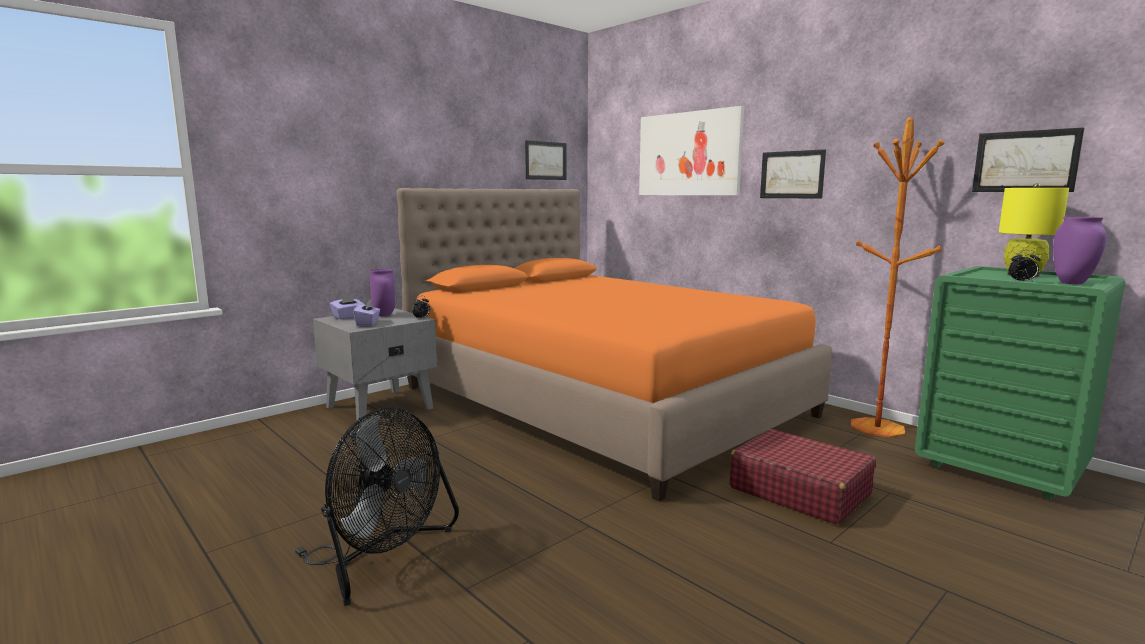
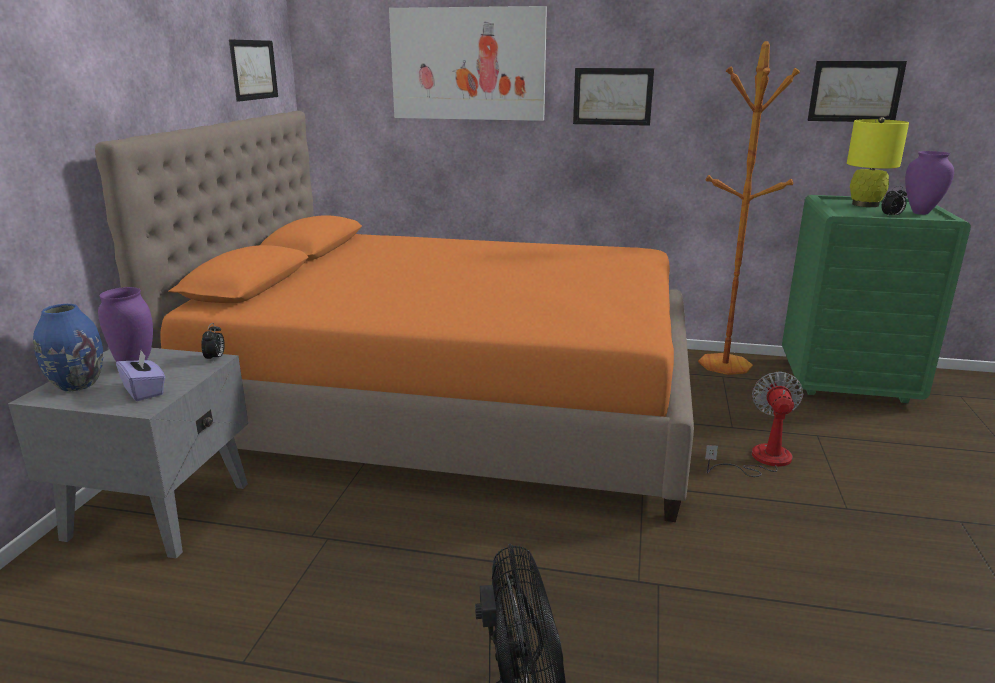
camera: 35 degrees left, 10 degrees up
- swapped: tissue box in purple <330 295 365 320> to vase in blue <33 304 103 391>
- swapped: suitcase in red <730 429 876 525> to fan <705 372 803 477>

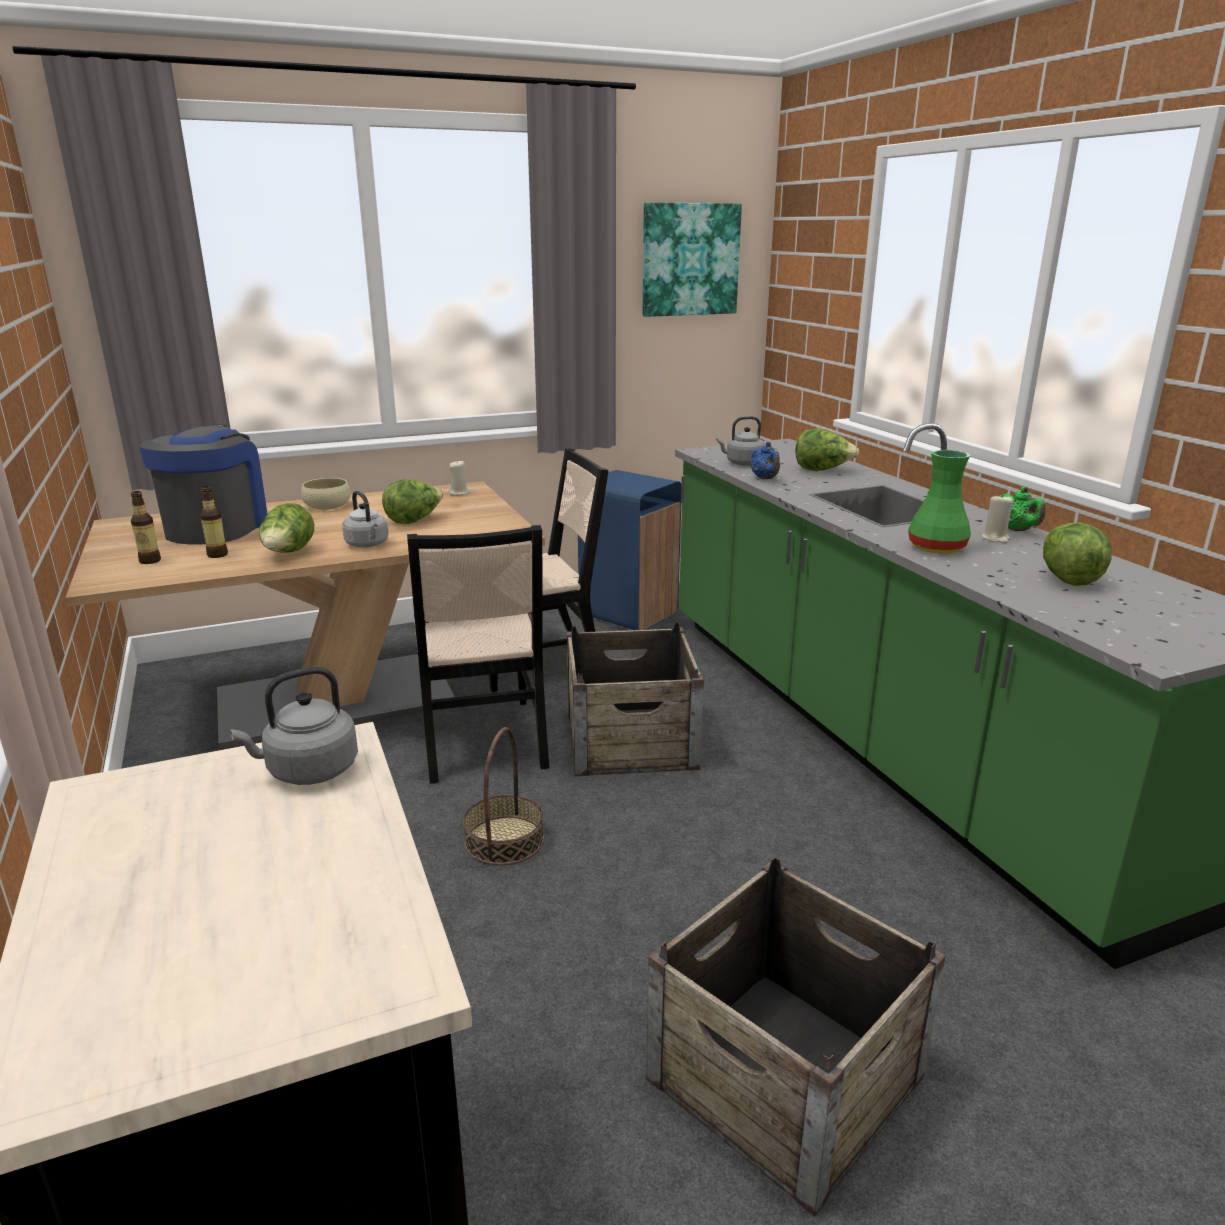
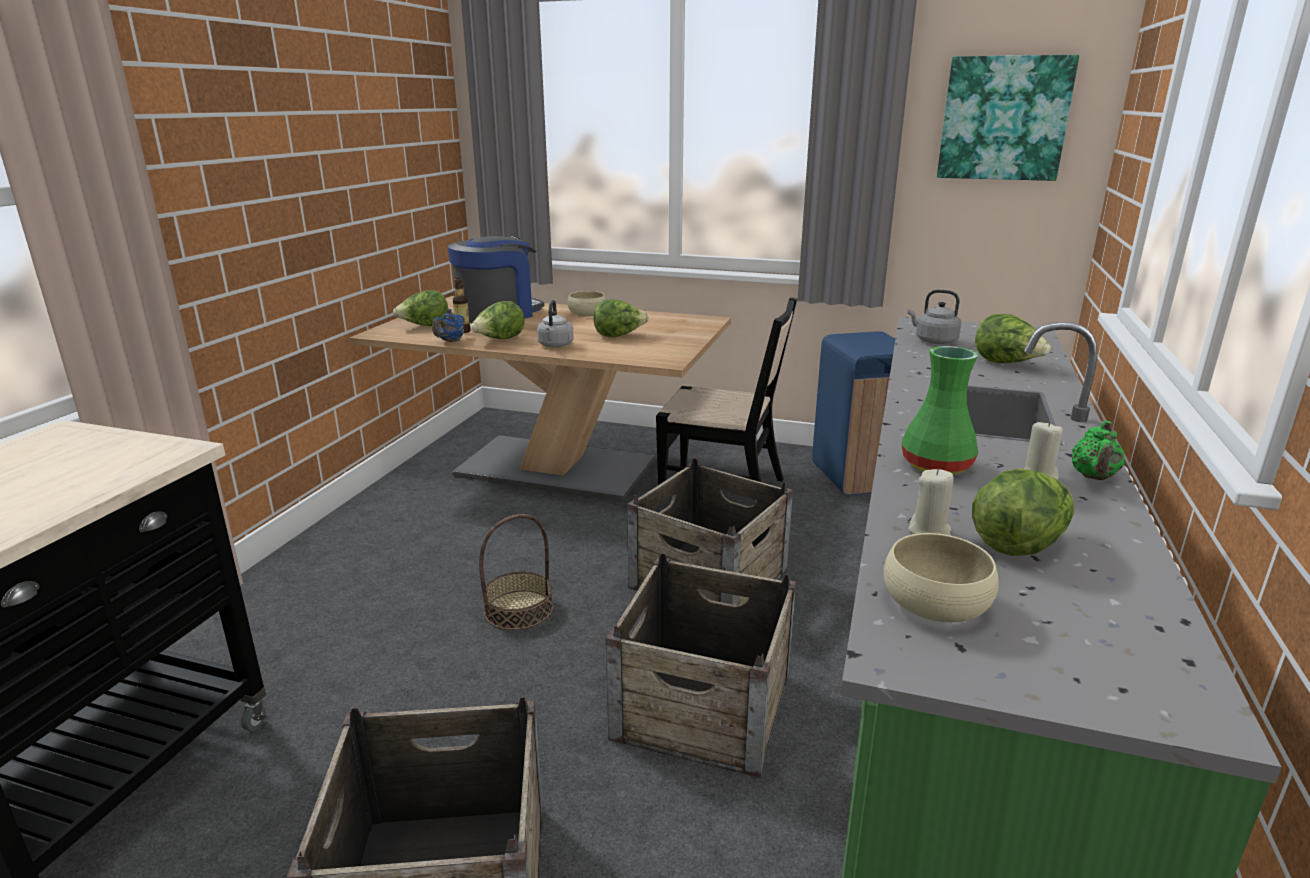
camera: 40 degrees right, 0 degrees up
- gone: kettle in grey <230 667 358 785>
- gone: chair <407 525 549 784>
- new: crate <606 553 796 778>
- new: bowl in beige <883 533 999 622>
- shifted: candle in beige <449 461 470 495> to <908 469 954 536>
- shifted: teapot in blue <751 442 780 479> to <432 309 465 342>
- swapped: bottle <131 491 161 564> to lettuce <393 290 448 326>

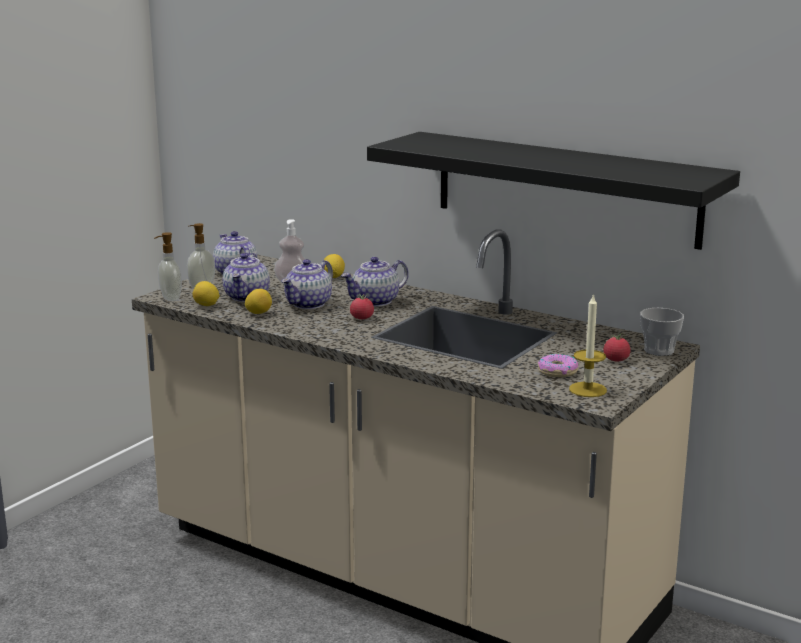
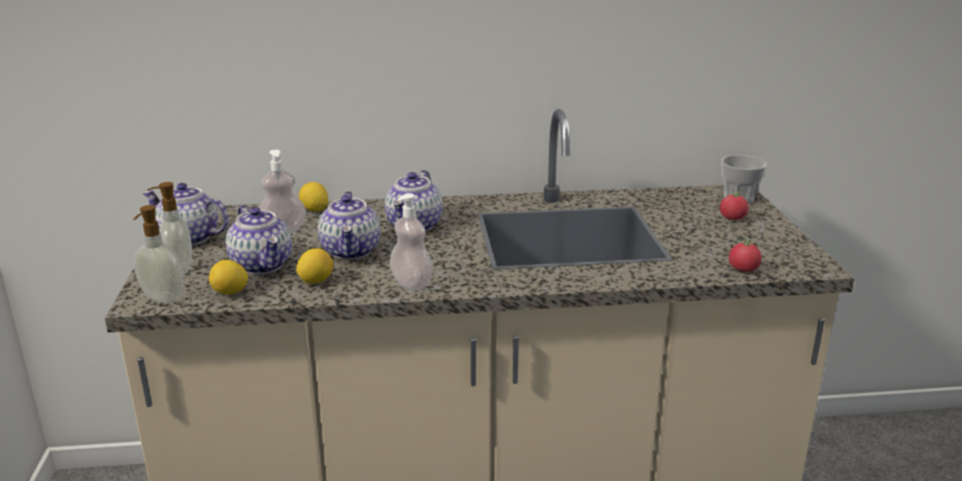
camera: 40 degrees left, 5 degrees up
- gone: shelf in black <367 132 740 250>
- gone: donut <538 354 579 377>
- gone: candle <569 293 607 397>
- new: soap dispenser <390 193 433 290>
- shifted: tomato <350 294 374 319> to <729 236 762 272>

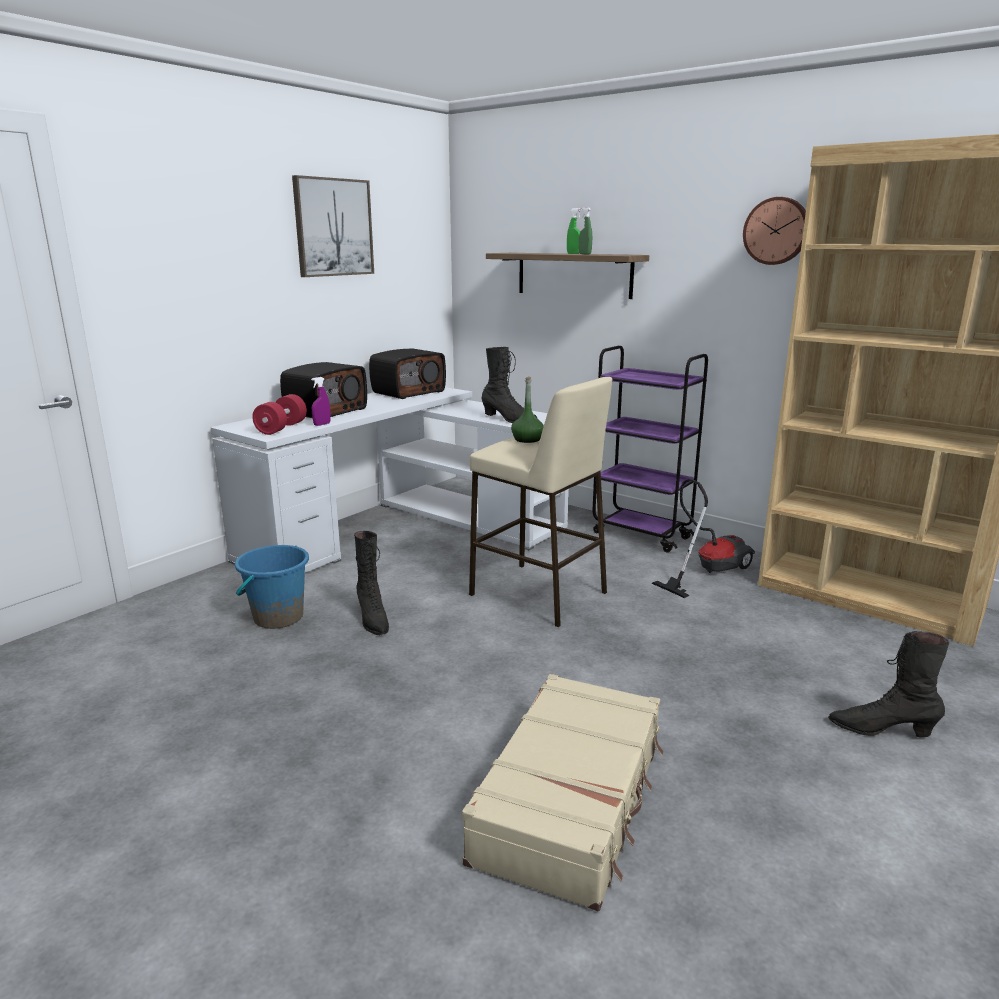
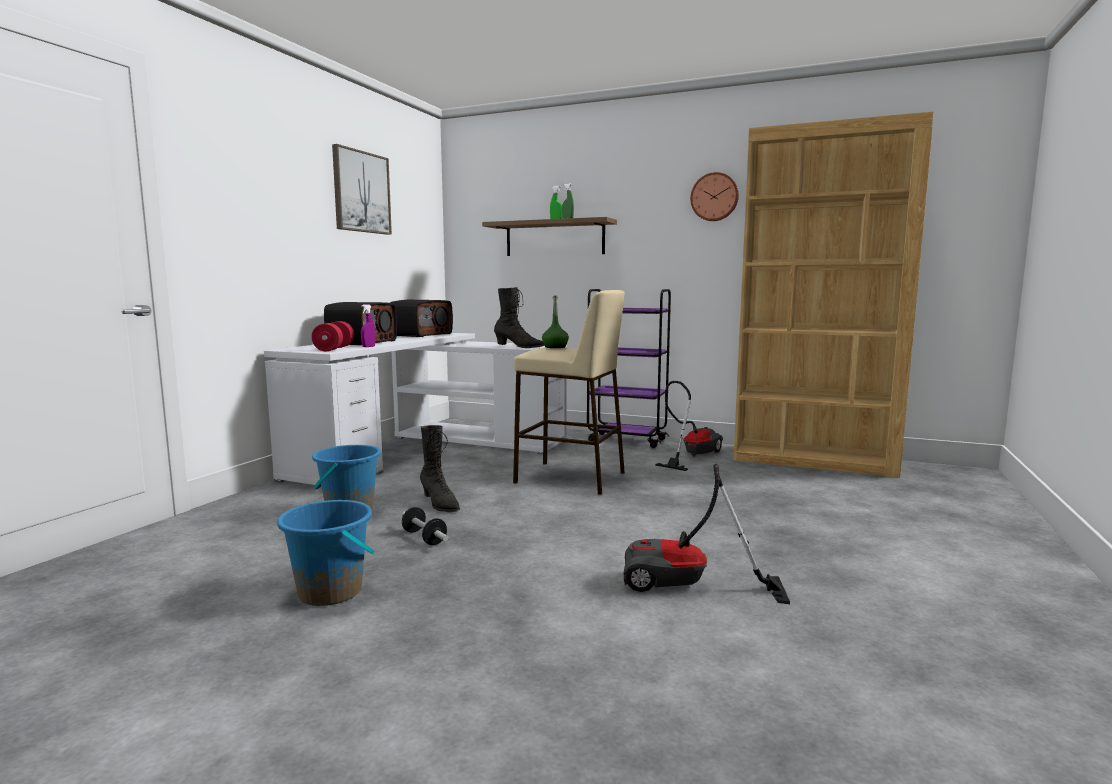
camera: 15 degrees left, 10 degrees down
- gone: boot in black <828 631 949 737>
- new: bucket in blue <277 500 375 606>
- new: dumbbell <402 507 449 545>
- swapped: suitcase in beige <462 674 664 911> to vacuum cleaner <624 464 790 604>

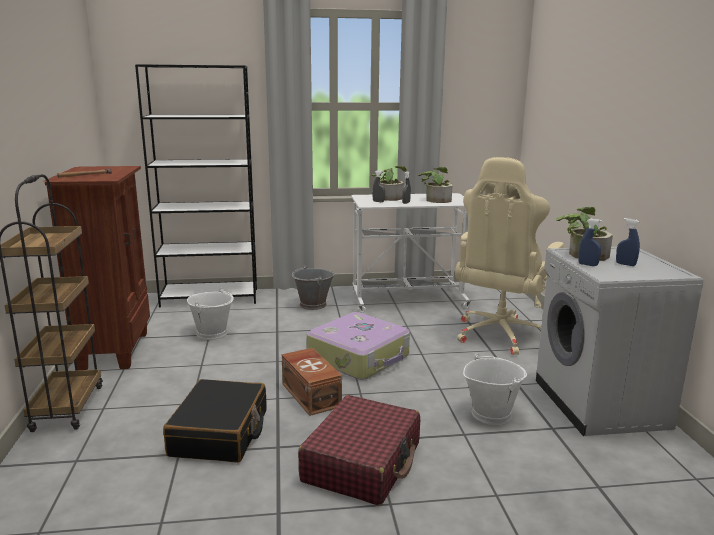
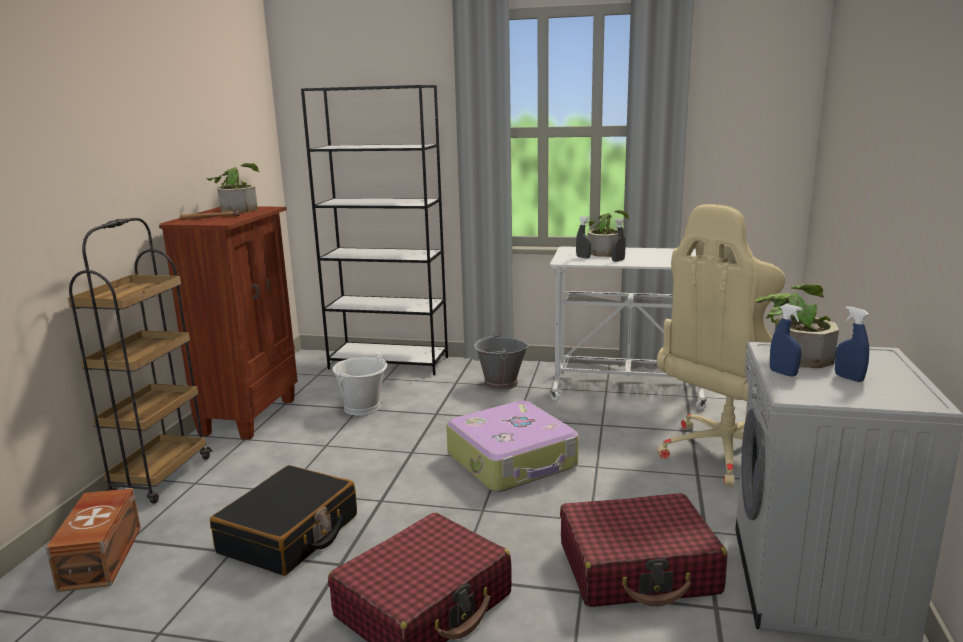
camera: 20 degrees right, 0 degrees up
- shifted: storage box in brown <282 348 342 416> to <46 488 141 592>
- shifted: potted plant <418 167 452 203> to <206 163 259 213>
- swapped: bucket in white <463 353 527 425> to suitcase in red <560 493 727 607>

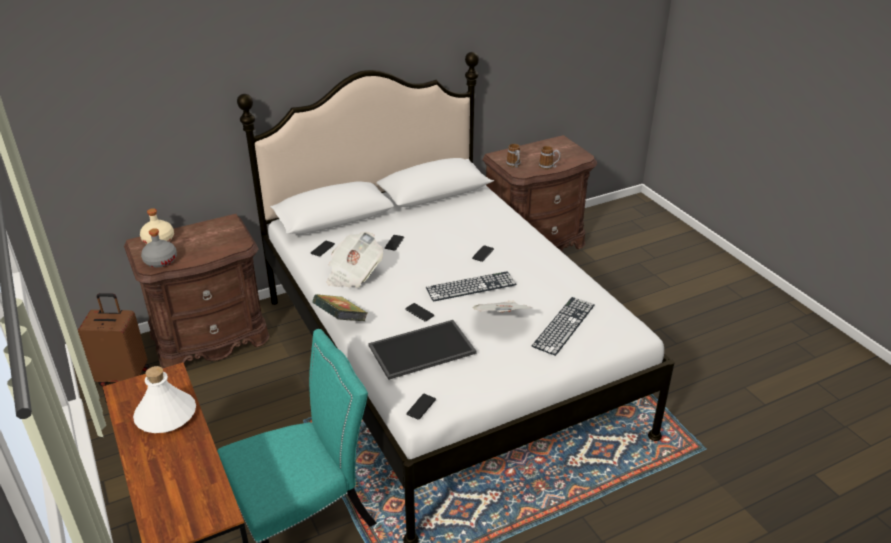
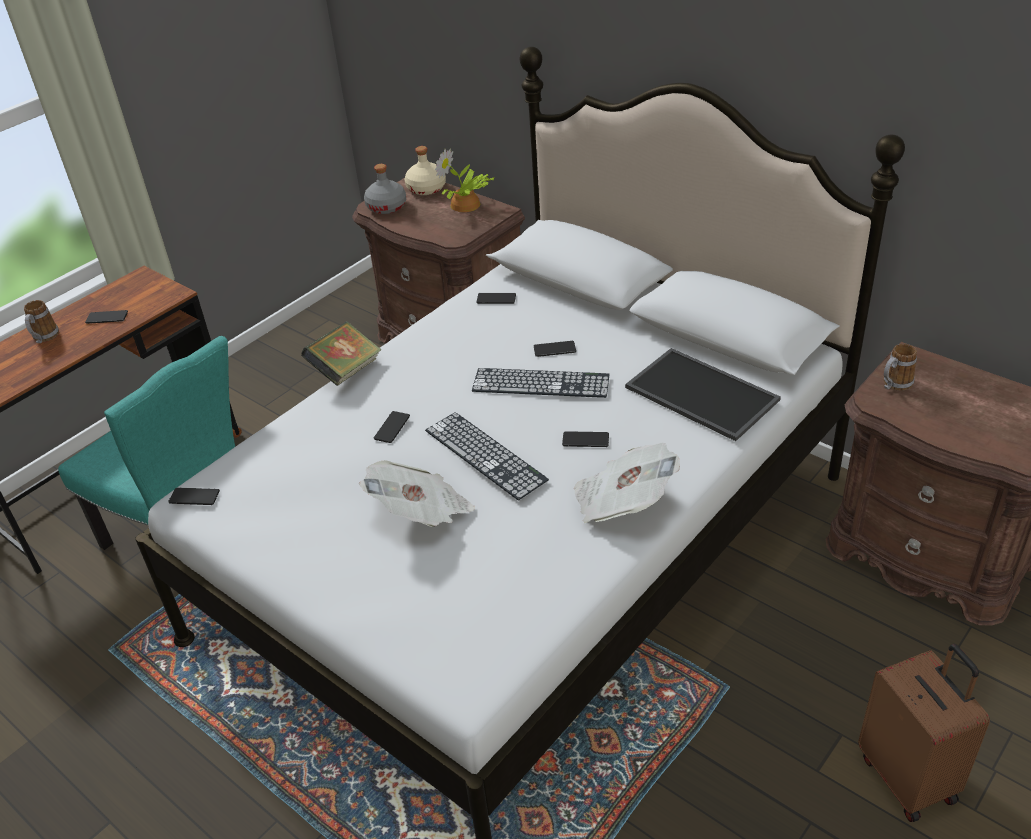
camera: 70 degrees right, 5 degrees up
- new: potted plant <435 148 494 212>
- shifted: suitcase in brown <78 293 149 386> to <858 644 990 822>
- shifted: newspaper <327 232 383 288> to <574 443 680 523>
- shifted: tray <368 320 476 380> to <625 348 781 441>
- shifted: keyboard <531 297 595 356> to <472 368 609 398>
- shifted: mug <539 146 561 170> to <24 300 59 343>
- swapped: bottle in white <133 366 196 433> to phone <85 310 128 324>

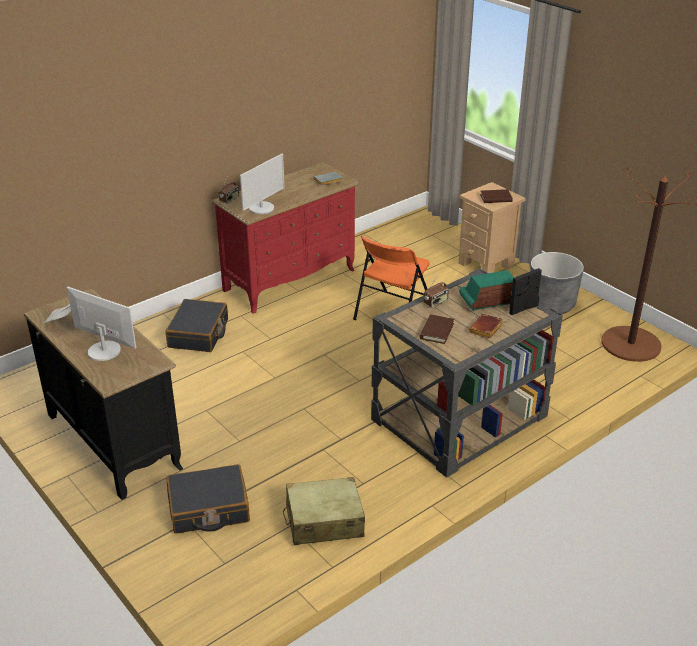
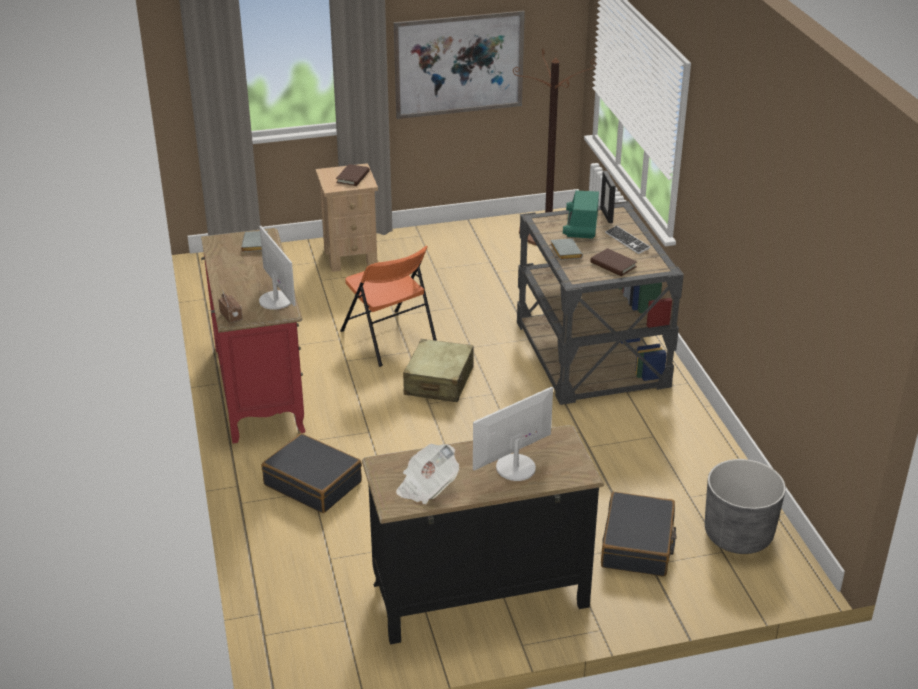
camera: 65 degrees left, 0 degrees up
- new: picture <394 11 525 119>
- shifted: suitcase in beige <283 477 365 545> to <403 339 474 402>
- shifted: planter in grey <530 252 584 314> to <705 459 786 554>
- swapped: radio <423 275 449 308> to book in grey <550 238 583 260>
- swapped: book in brown <469 314 503 338> to keyboard <605 225 650 254>

